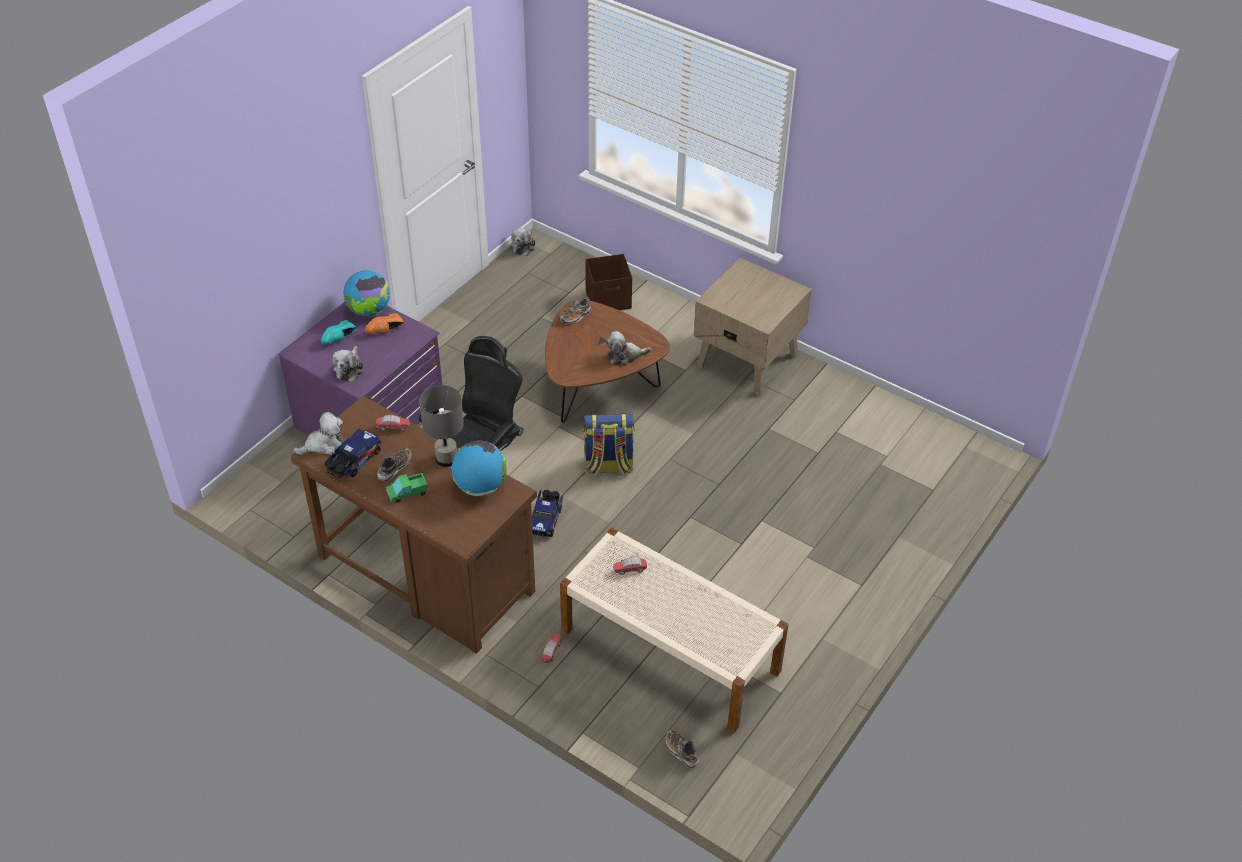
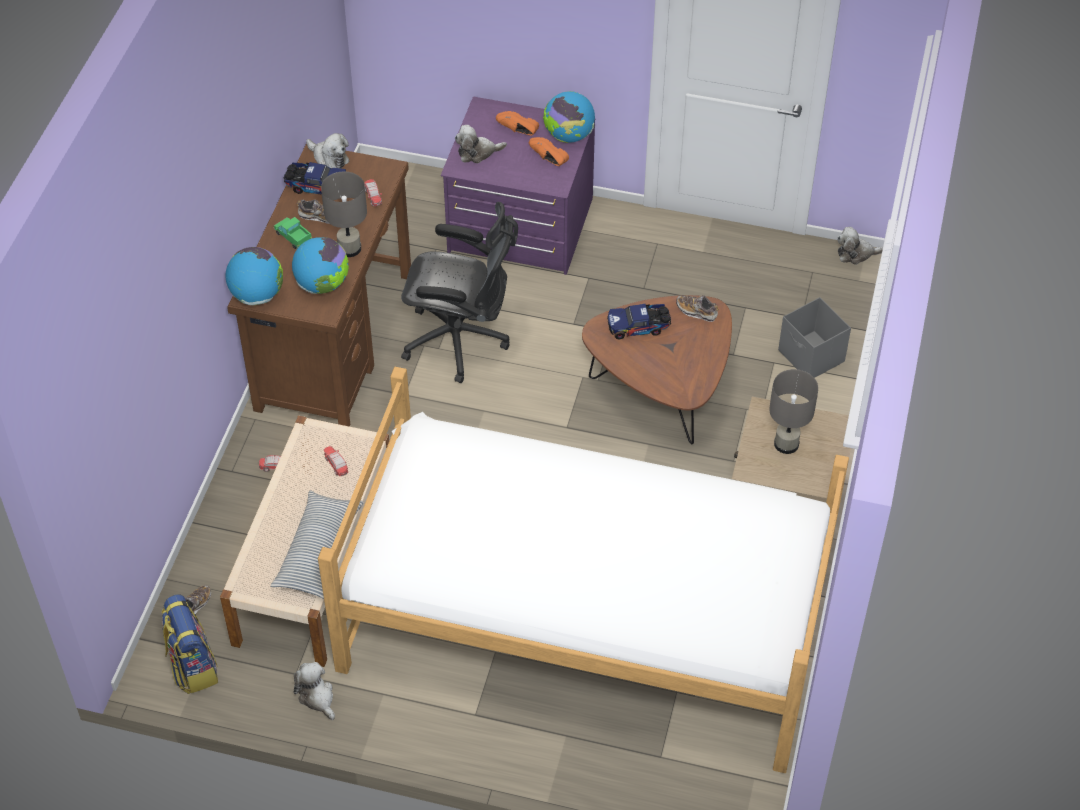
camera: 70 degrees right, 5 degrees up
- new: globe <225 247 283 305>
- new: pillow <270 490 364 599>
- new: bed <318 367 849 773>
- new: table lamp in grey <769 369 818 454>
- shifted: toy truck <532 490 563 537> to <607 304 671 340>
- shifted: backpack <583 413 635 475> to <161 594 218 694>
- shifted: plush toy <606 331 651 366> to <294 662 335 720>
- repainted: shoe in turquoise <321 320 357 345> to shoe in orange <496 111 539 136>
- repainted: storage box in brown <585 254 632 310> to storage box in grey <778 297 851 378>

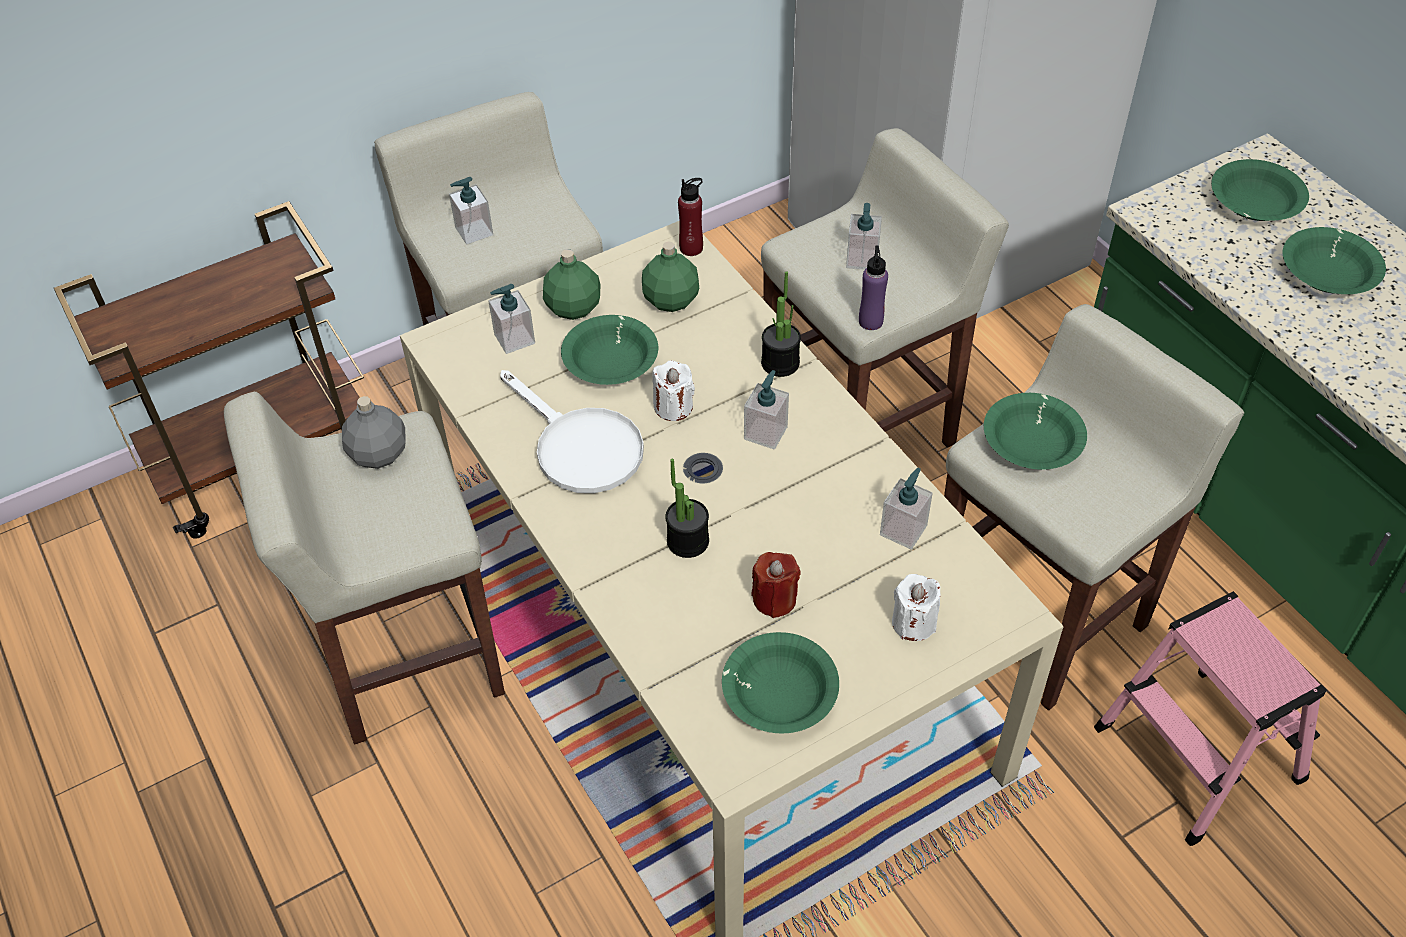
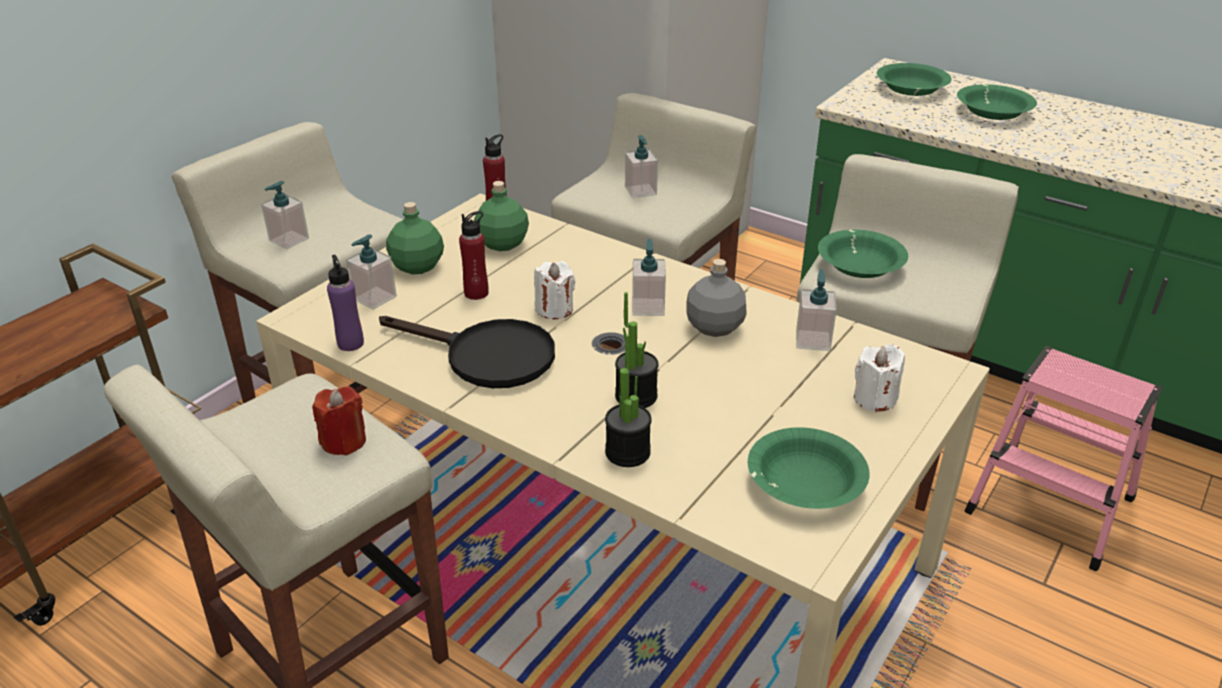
camera: 25 degrees left, 15 degrees down
- shifted: bottle in grey <342 396 406 469> to <686 259 747 337>
- shifted: candle in red <752 552 801 618> to <312 386 366 456>
- shifted: potted plant <761 271 801 377> to <605 334 652 467>
- shifted: bottle in purple <859 245 888 330> to <327 255 364 351>
- swapped: bowl in green <561 315 658 385> to bottle in red <459 211 489 300>
- repainted: frying pan in white <500 370 644 493> to frying pan in black <379 316 555 388>

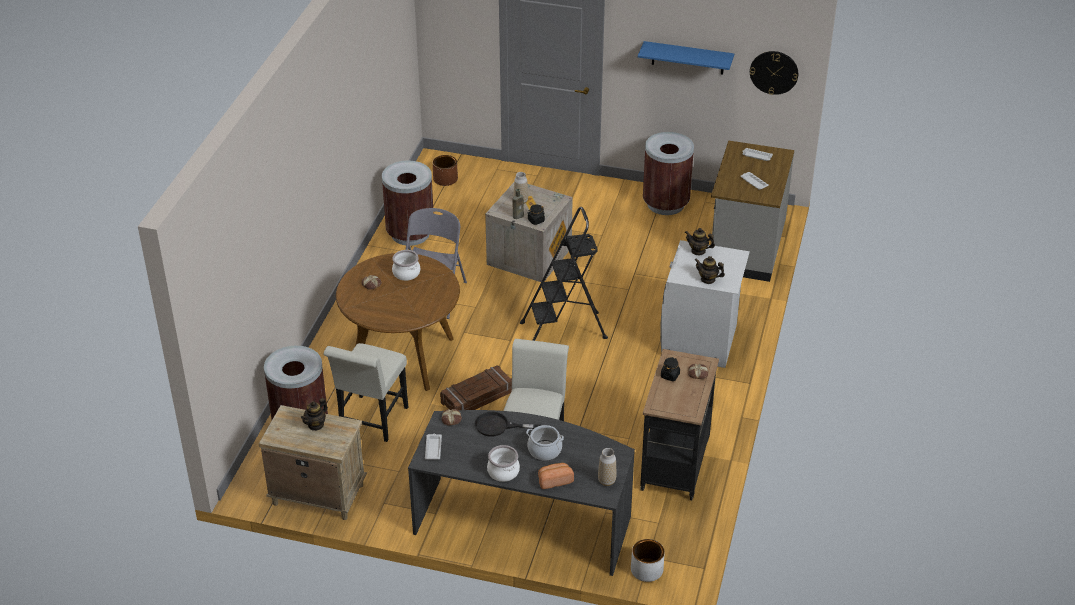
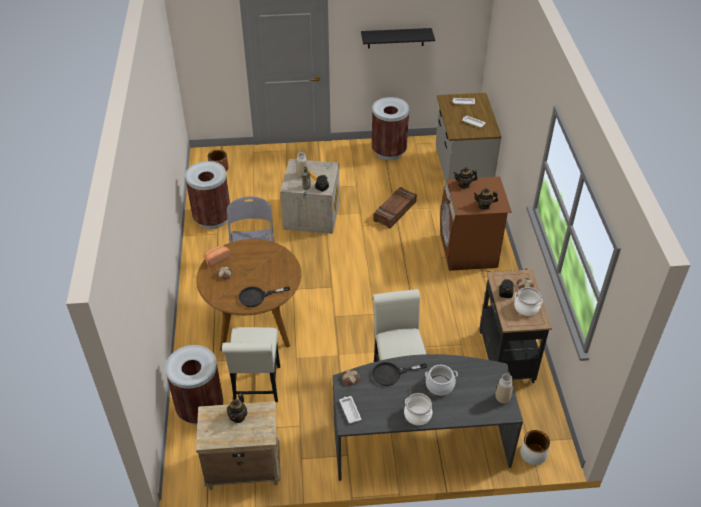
camera: 20 degrees left, 5 degrees up
- gone: step ladder <520 207 608 341>
- gone: wall clock <750 51 798 95>
- new: frying pan in black <239 286 290 307>
- shifted: cooking pot <392 250 420 281> to <514 287 543 316>
- shifted: crate <440 365 512 410> to <373 187 417 229>
- shifted: bread <538 463 574 489> to <204 245 230 267>
- repainted: shelf in blue <638 41 734 75> to shelf in black <361 28 435 48>
- repainted: washing machine in white <661 240 750 368> to washing machine in brown <440 177 512 271>

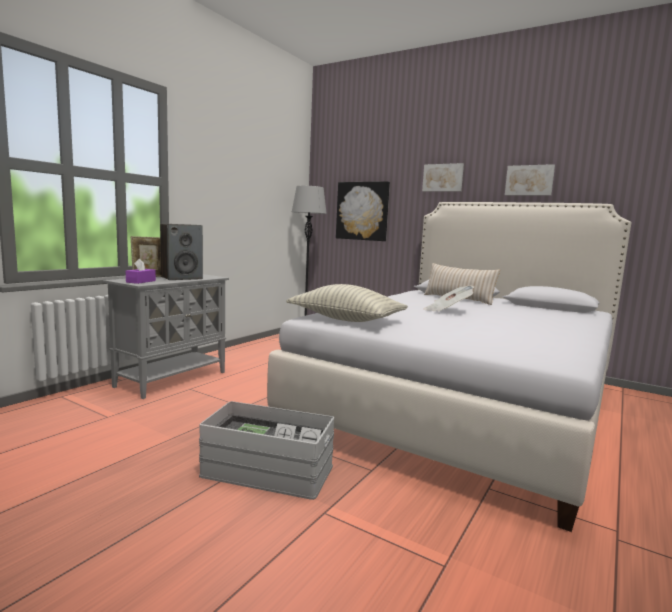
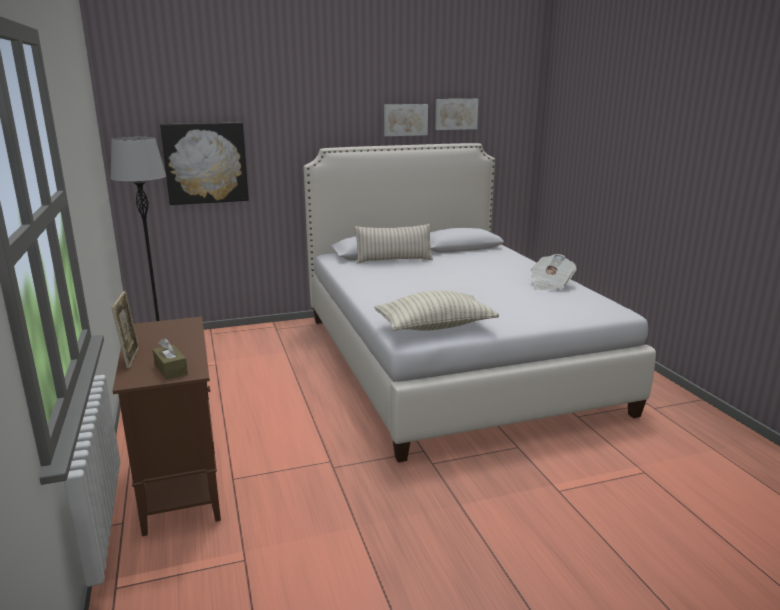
camera: 50 degrees left, 10 degrees up
- gone: speaker <160 224 203 280>
- gone: storage box in grey <199 401 334 500>
- shifted: picture <422 163 464 192> to <435 99 478 130>
- shifted: newspaper <424 285 474 311> to <531 254 577 290>
- repainted: cabinet in grey <103 274 229 399> to cabinet in brown <113 316 221 536>
- repainted: tissue box in purple <126 259 156 284> to tissue box in brown <153 338 188 380>

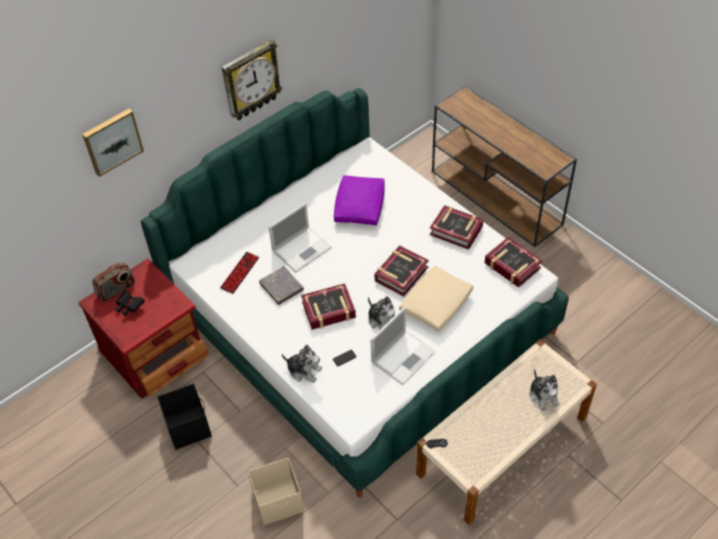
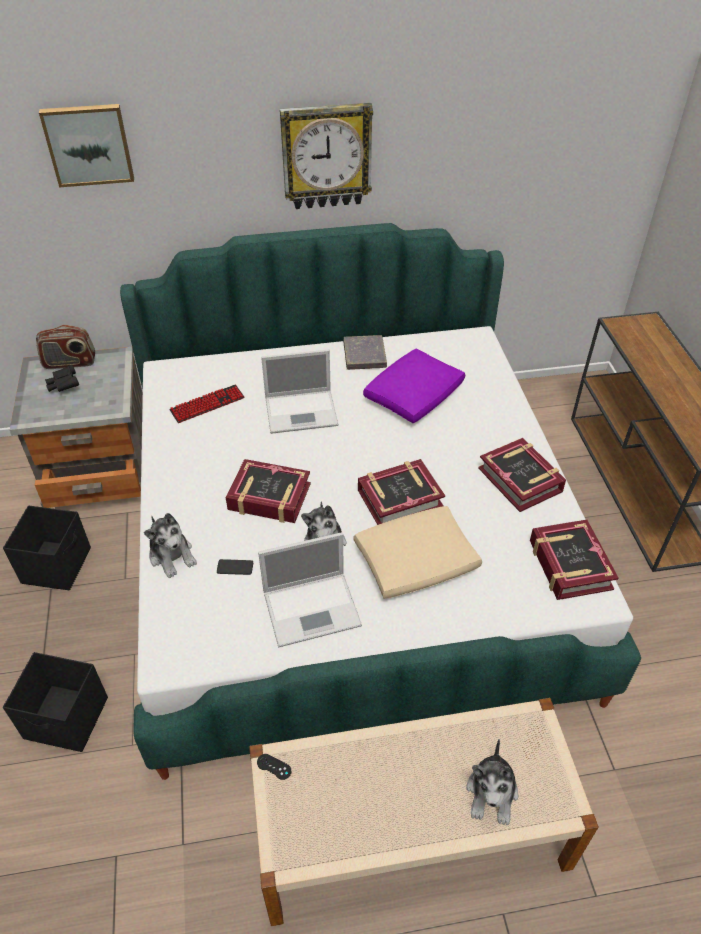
camera: 30 degrees right, 5 degrees down
- shifted: book in grey <259 266 304 305> to <344 335 387 370>
- repainted: nightstand in red <78 258 208 399> to nightstand in grey <10 347 143 508>
- repainted: storage box in beige <248 458 304 526> to storage box in black <3 652 108 752>

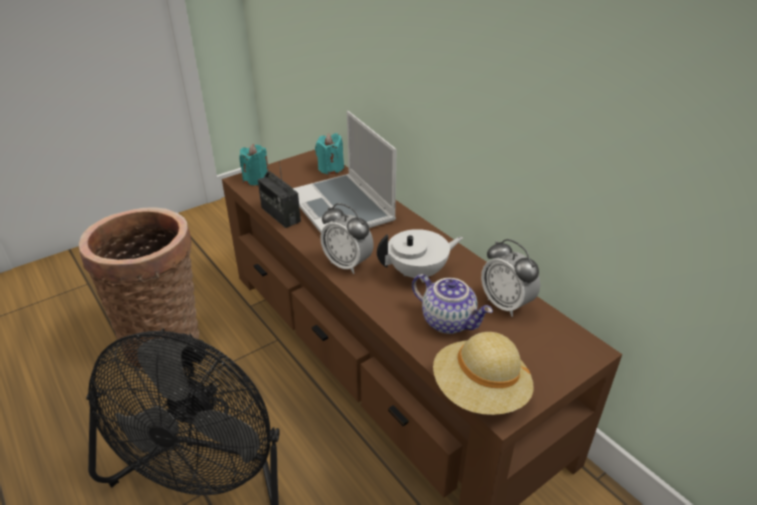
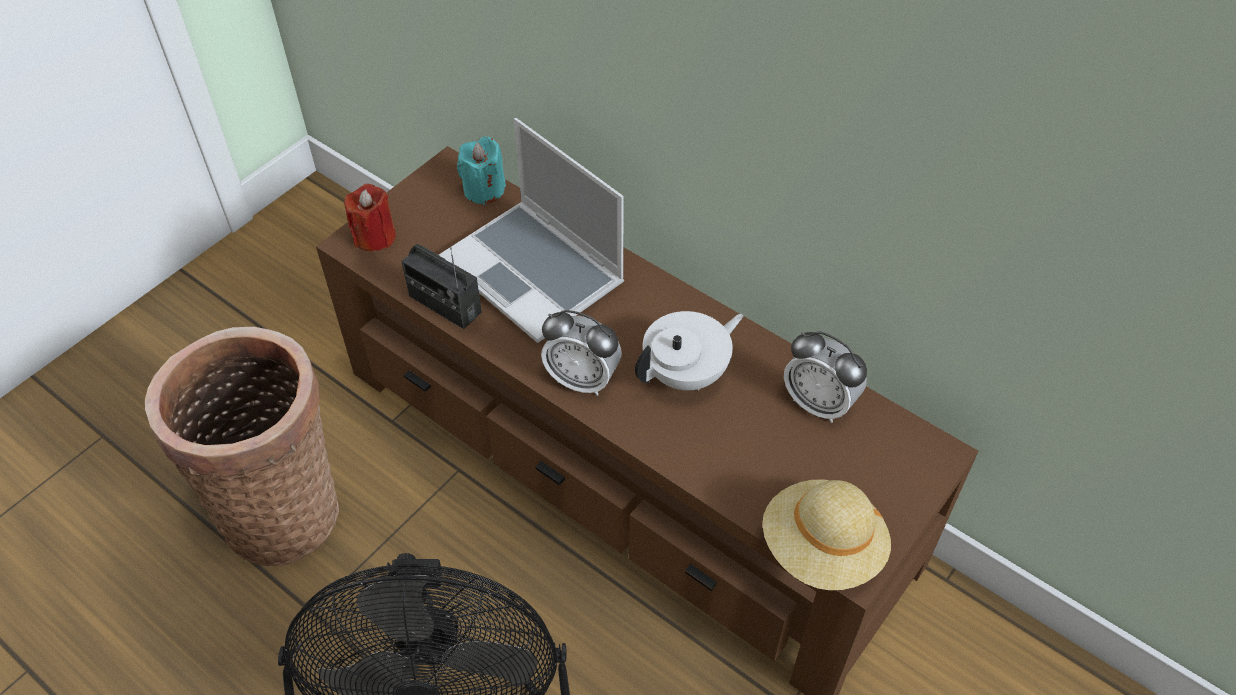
camera: 15 degrees left, 15 degrees up
- gone: teapot <412 274 493 334>
- repainted: candle in turquoise <239 144 269 185> to candle in red <344 184 396 252>

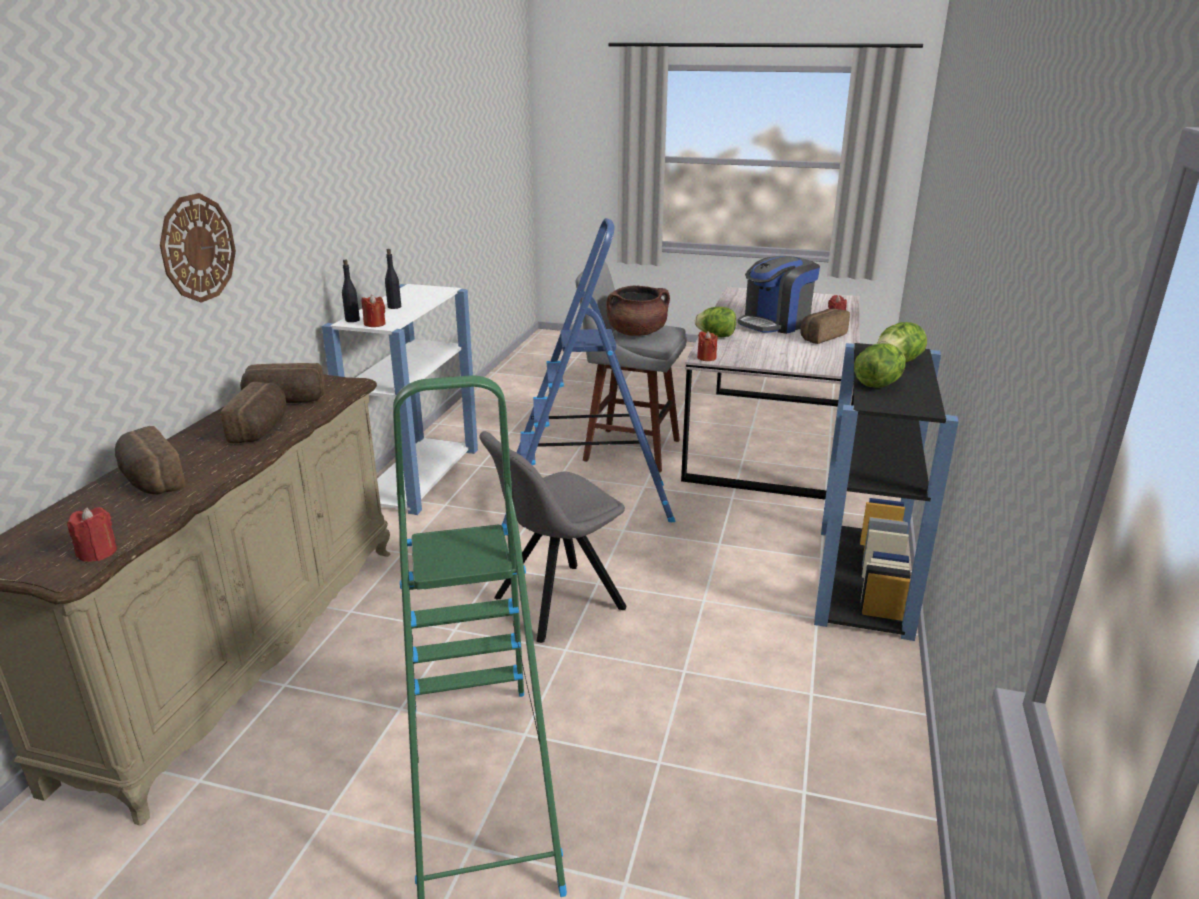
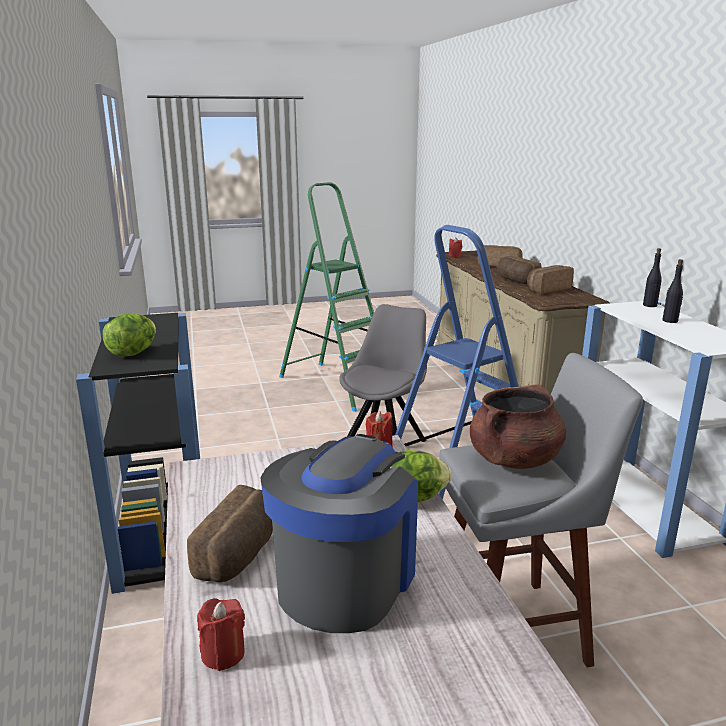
camera: 150 degrees right, 5 degrees down
- gone: wall clock <160 193 236 302>
- gone: candle in red <362 295 386 327>
- gone: lettuce <854 343 906 388>

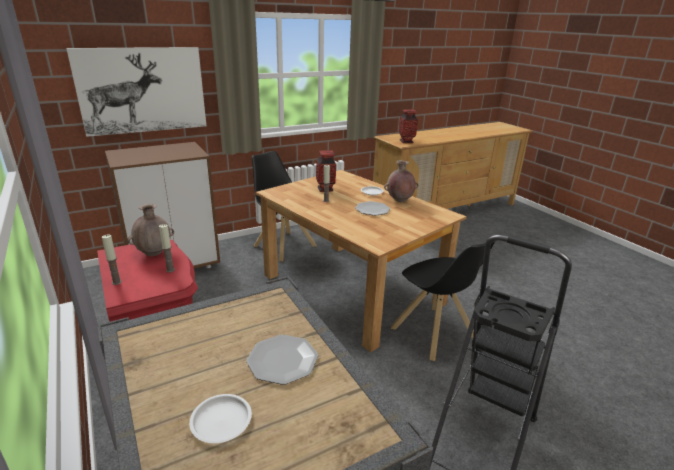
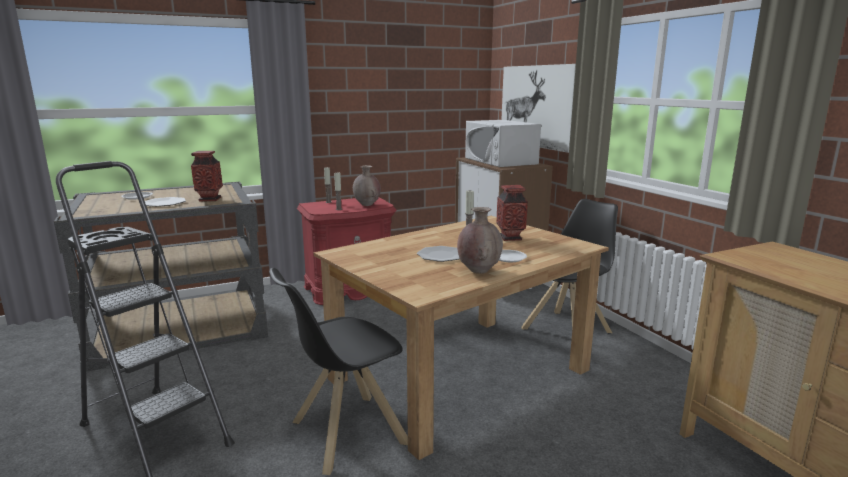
camera: 95 degrees right, 10 degrees down
- new: microwave in white <465 120 541 167>
- shifted: vase <399 109 418 143> to <191 151 223 201>

